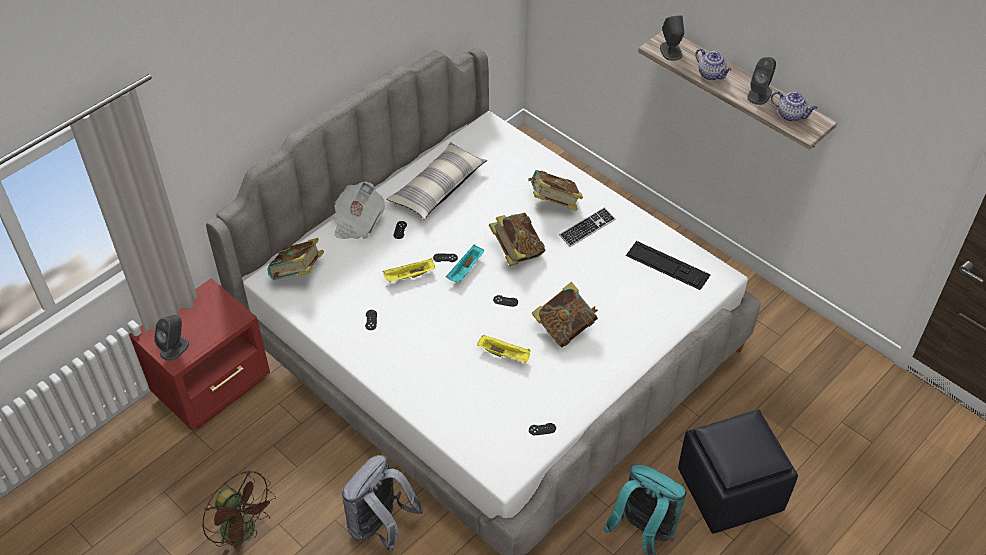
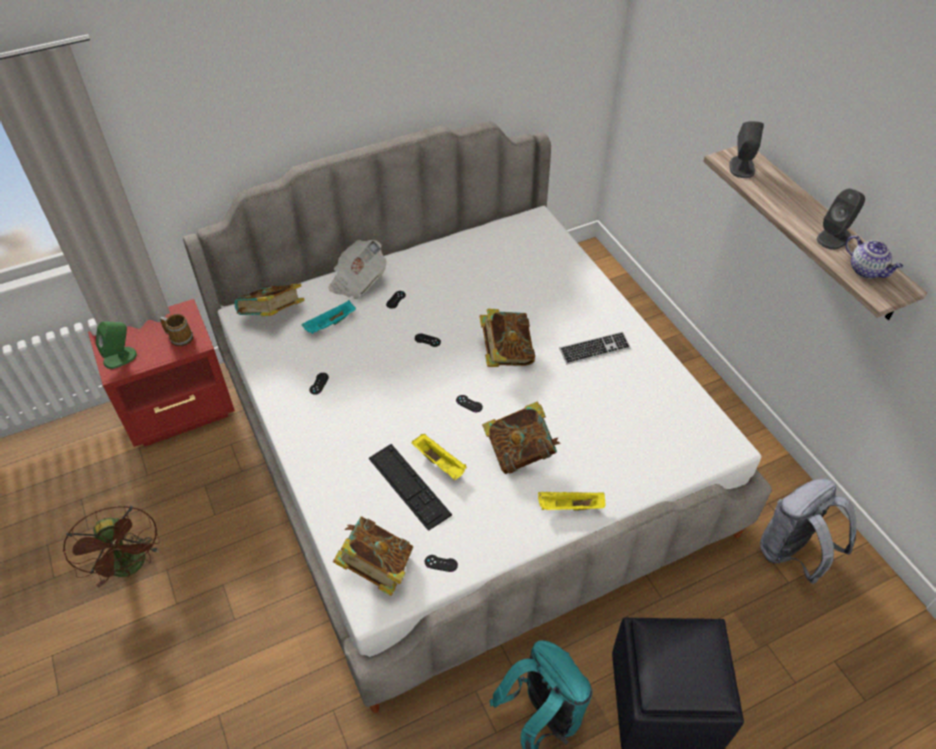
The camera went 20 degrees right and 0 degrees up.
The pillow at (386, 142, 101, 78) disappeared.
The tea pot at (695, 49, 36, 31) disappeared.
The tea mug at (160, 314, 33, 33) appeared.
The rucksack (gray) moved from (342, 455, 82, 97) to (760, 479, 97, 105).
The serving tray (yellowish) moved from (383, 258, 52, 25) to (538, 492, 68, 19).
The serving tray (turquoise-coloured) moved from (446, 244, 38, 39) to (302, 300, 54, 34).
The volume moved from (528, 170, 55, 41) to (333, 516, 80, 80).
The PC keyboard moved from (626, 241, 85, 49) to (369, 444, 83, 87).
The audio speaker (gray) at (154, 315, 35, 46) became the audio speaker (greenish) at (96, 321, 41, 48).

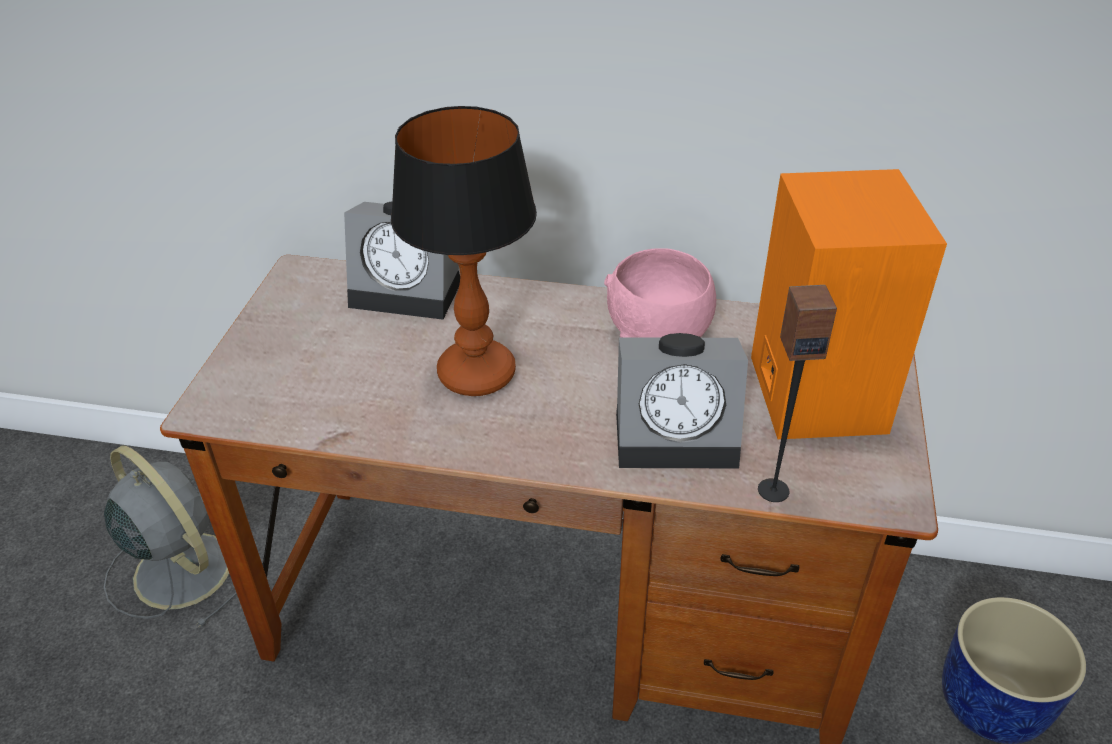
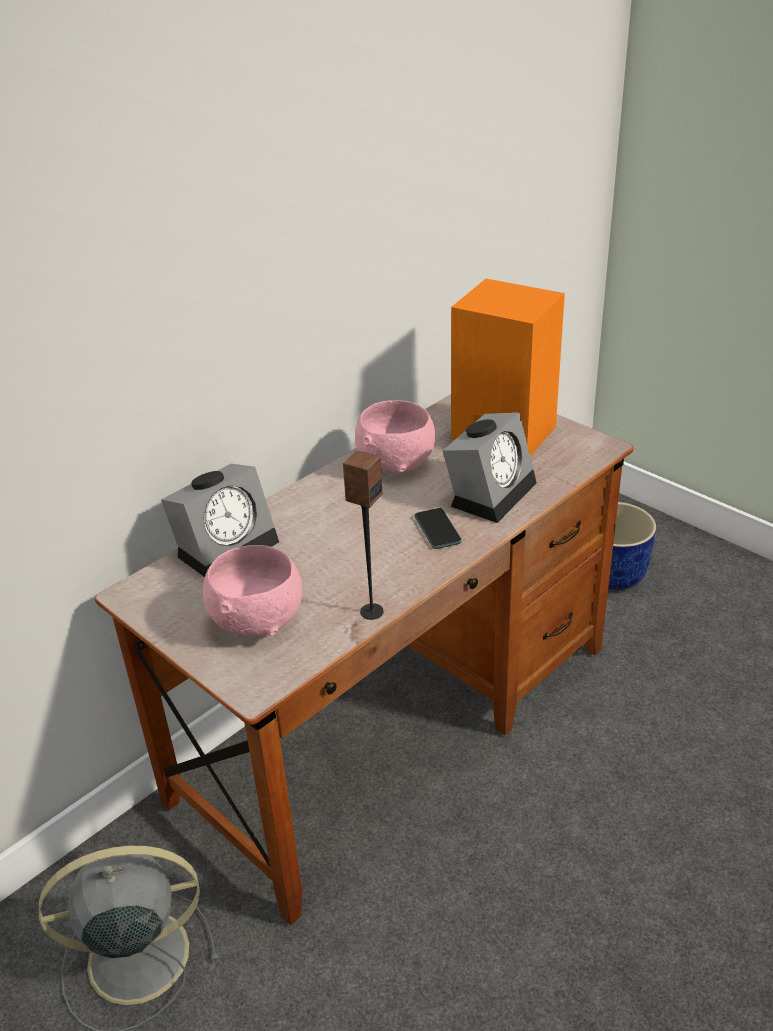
The camera went 55 degrees left and 5 degrees down.
The table lamp at (391, 106, 146, 290) disappeared.
The deep dish (pinkish) at (203, 545, 99, 92) appeared.
The handset at (414, 508, 48, 41) appeared.
The audio speaker moved from (758, 285, 79, 217) to (343, 451, 41, 169).

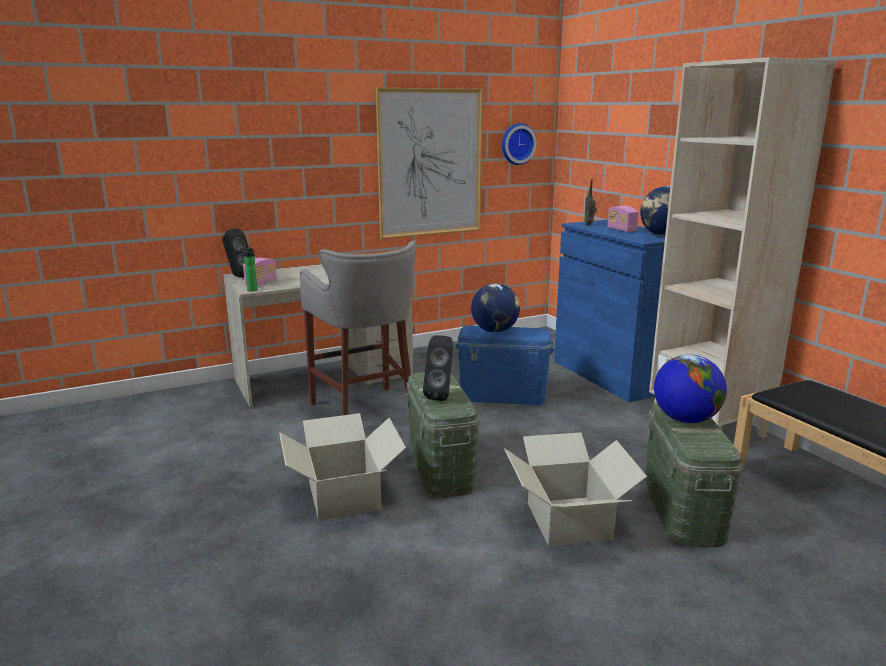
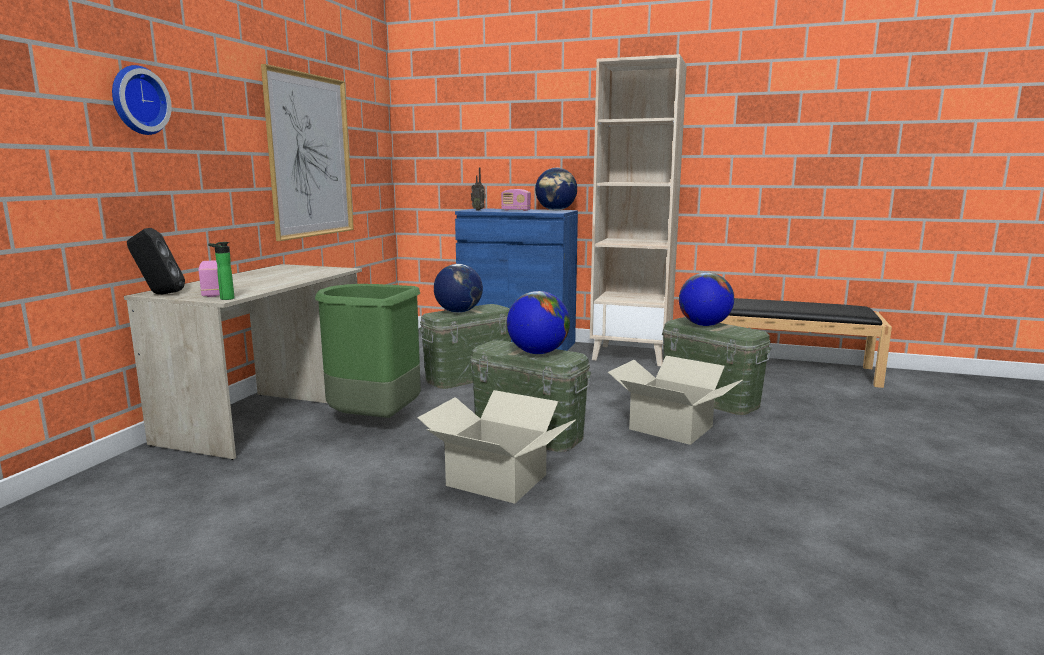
The camera went 45 degrees left and 5 degrees down.
The wall clock moved from (502, 123, 35, 42) to (112, 65, 60, 70).
The stool (gray) at (300, 240, 116, 176) was replaced by the trash can (greenish) at (315, 284, 106, 134).
The audio speaker (blackish) at (423, 335, 30, 66) was replaced by the globe at (507, 291, 63, 63).
The storage bin (blue-coloured) at (455, 325, 99, 80) became the storage bin (greenish) at (419, 304, 92, 85).

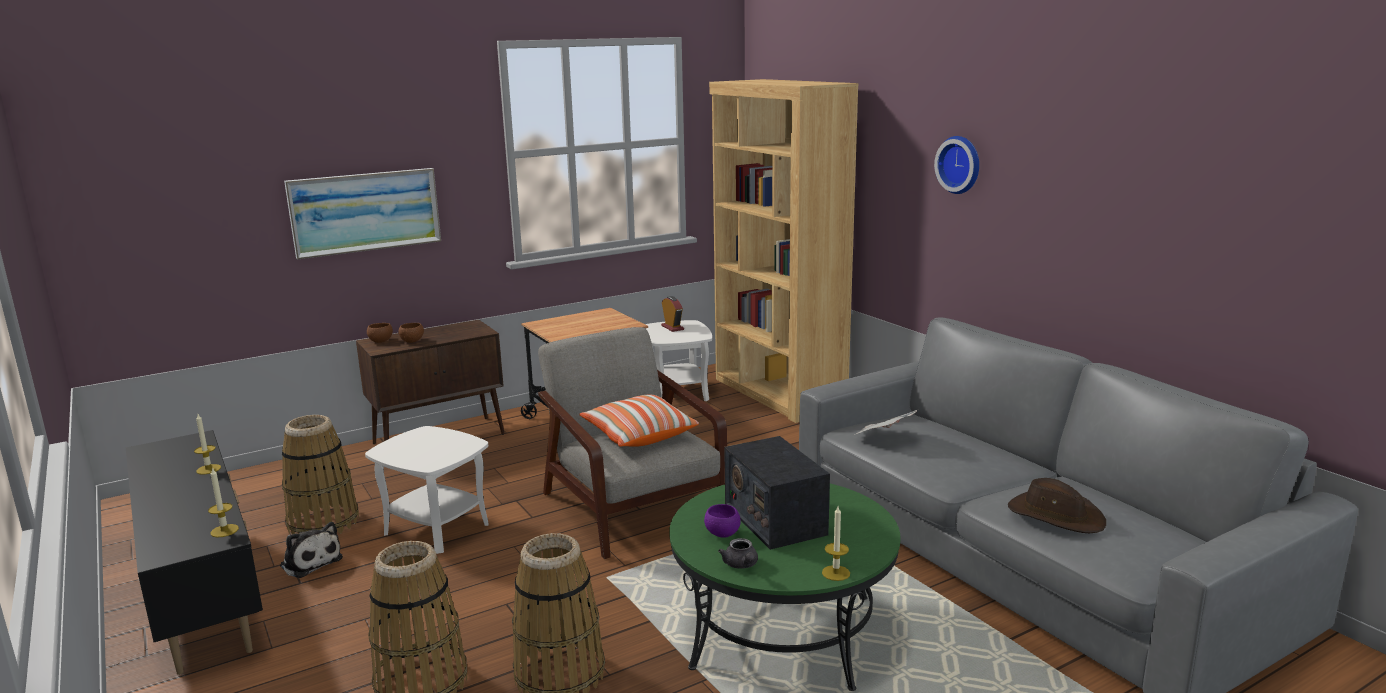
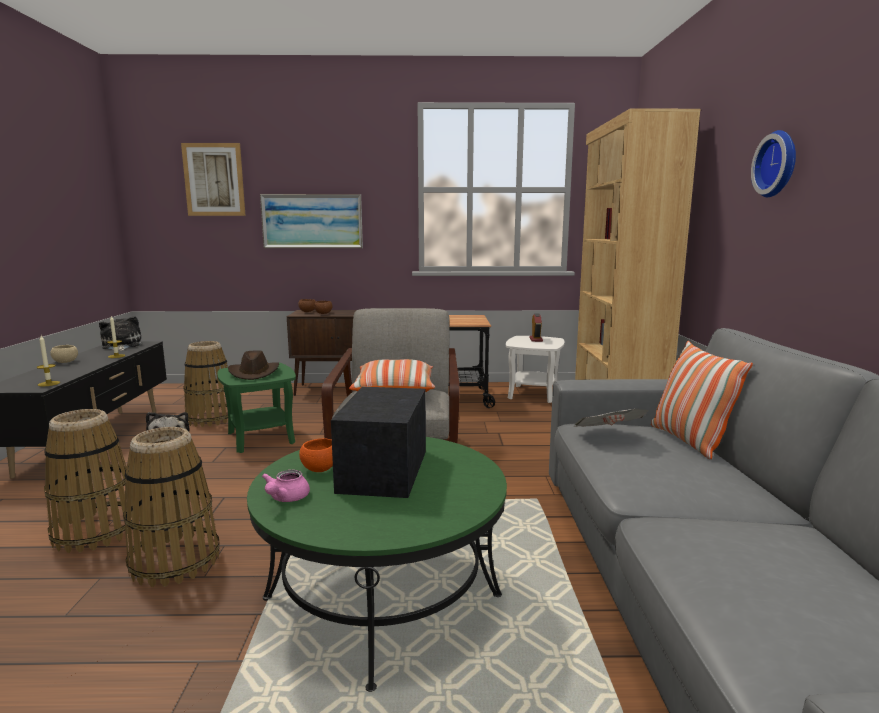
The camera went 30 degrees right and 5 degrees down.
The candle at (822, 506, 28, 75) disappeared.
The deep dish (sand-coloured) at (50, 345, 28, 18) appeared.
The plush toy at (99, 316, 43, 35) appeared.
The wall art at (181, 143, 65, 73) appeared.
The pillow at (651, 341, 102, 118) appeared.
The wearable hat (brownish) moved from (1008, 478, 98, 55) to (228, 350, 51, 30).
The side table (white) at (365, 426, 124, 128) became the side table (greenish) at (217, 363, 79, 90).
The deep dish (purple) at (704, 504, 37, 34) became the deep dish (orange) at (299, 438, 34, 34).
The tea pot (gray) at (718, 538, 40, 31) became the tea pot (pinkish) at (262, 470, 48, 32).

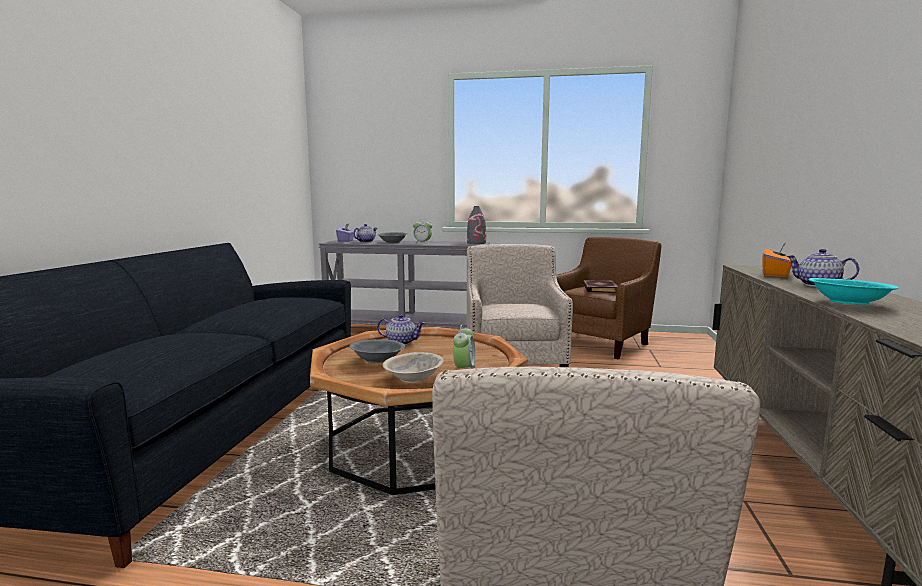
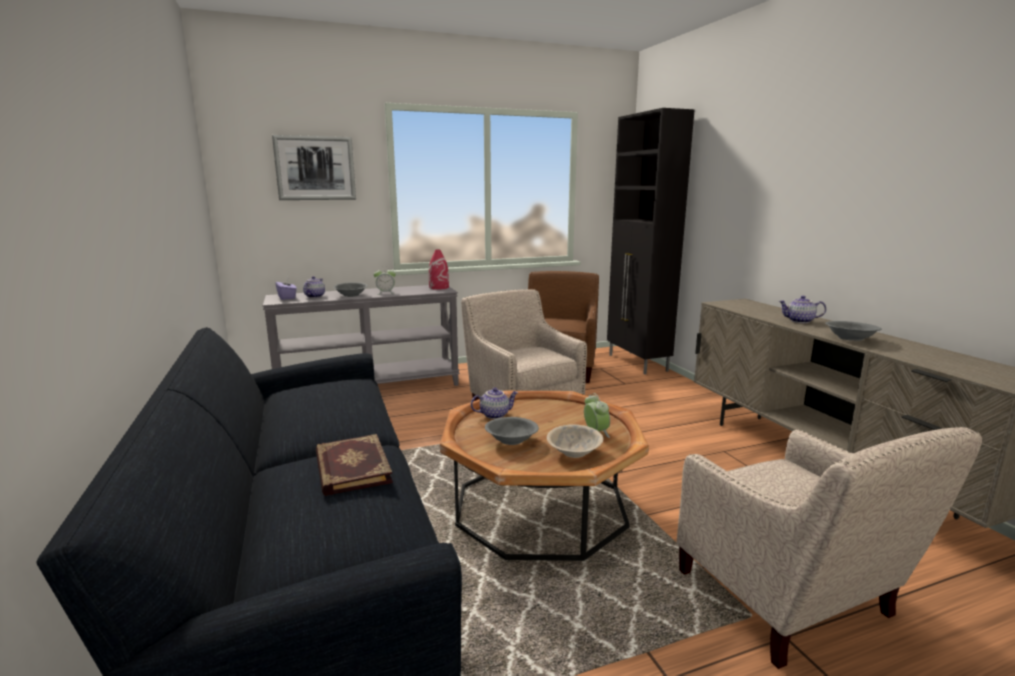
The camera went 30 degrees left and 5 degrees up.
The tissue holder (orange) at (762, 244, 30, 33) disappeared.
The wall art at (272, 135, 84, 65) appeared.
The cupboard (blackish) at (607, 108, 88, 267) appeared.
The volume moved from (583, 280, 35, 13) to (316, 434, 77, 62).
The vase (gray) at (467, 206, 19, 38) became the vase (red-coloured) at (429, 249, 20, 41).
The deep dish (turquoise-coloured) at (809, 278, 90, 27) became the deep dish (gray) at (825, 321, 57, 20).

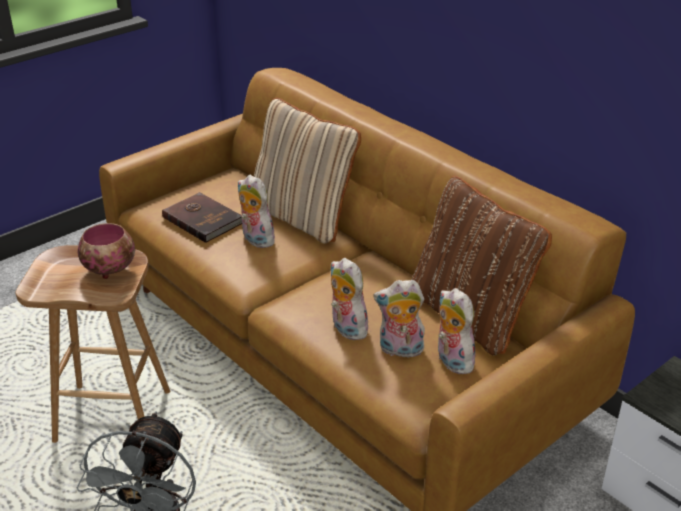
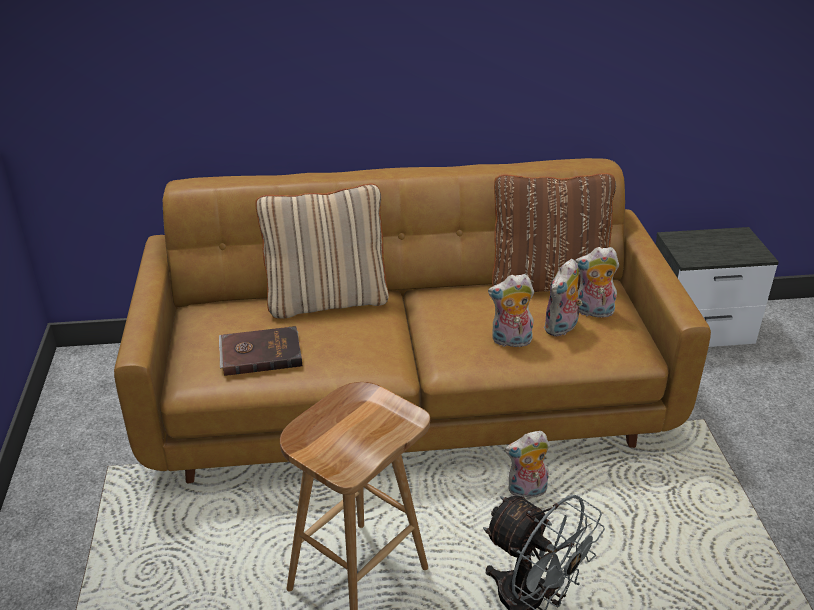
The camera went 55 degrees left and 0 degrees up.
The deep dish at (78, 223, 57, 56) disappeared.
The plush toy moved from (238, 175, 39, 73) to (505, 431, 45, 67).

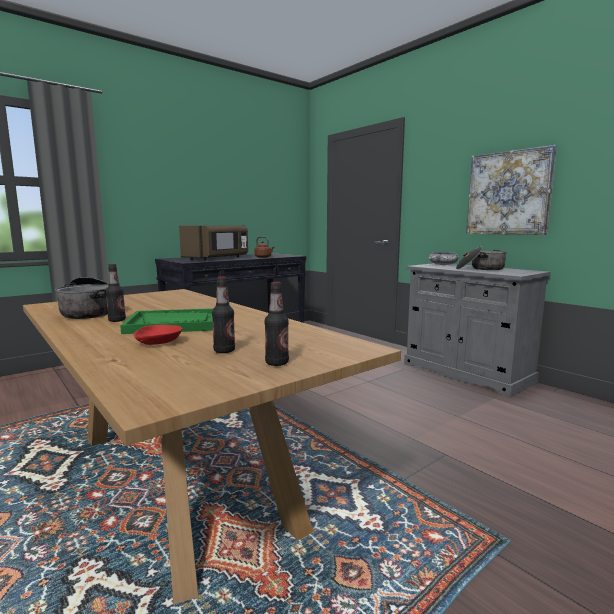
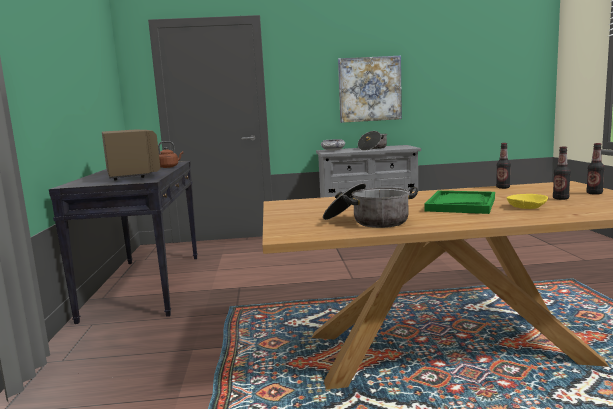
The camera went 55 degrees left and 0 degrees up.
The beverage bottle moved from (106, 264, 20, 58) to (496, 143, 15, 46).
The deep dish (red-coloured) at (134, 325, 48, 20) became the deep dish (yellowish) at (507, 194, 41, 15).

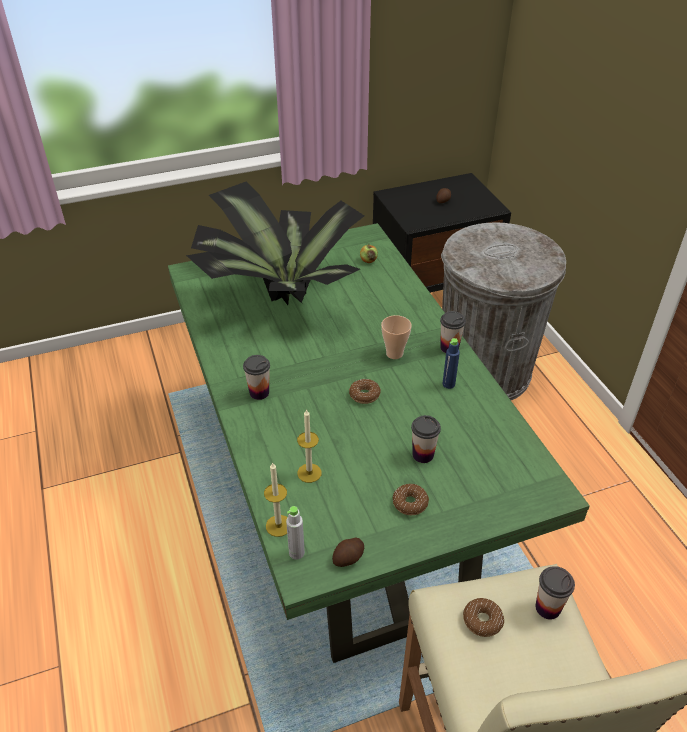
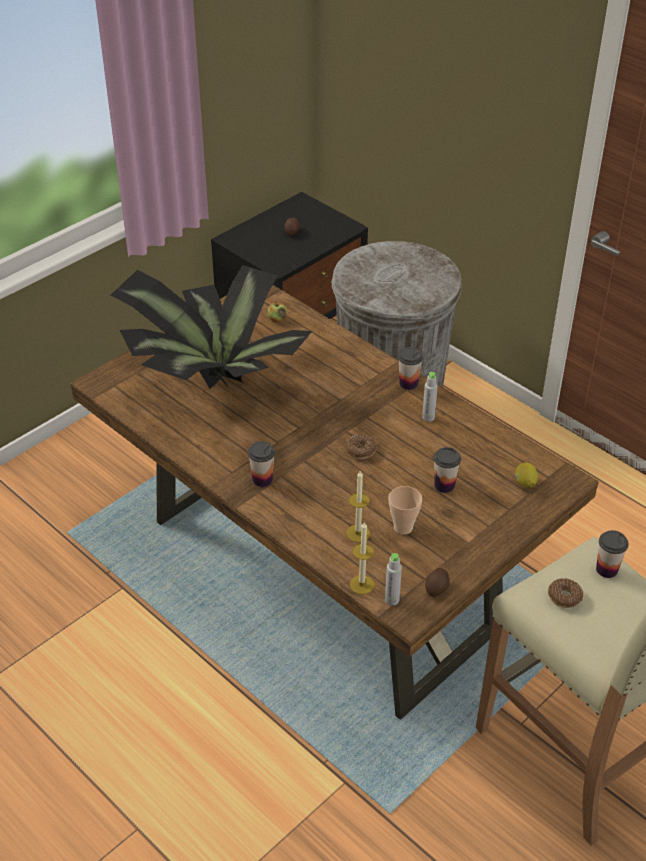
The camera went 25 degrees left and 0 degrees up.
The ring doughnut at (392, 484, 37, 31) disappeared.
The whole lemon at (515, 463, 23, 24) appeared.
The cup moved from (381, 315, 31, 44) to (388, 486, 34, 49).
The dining table (greenish) at (168, 223, 422, 440) became the dining table (brownish) at (70, 285, 529, 435).
The beverage bottle (blue-coloured) at (442, 338, 18, 51) became the beverage bottle (gray) at (422, 372, 16, 50).

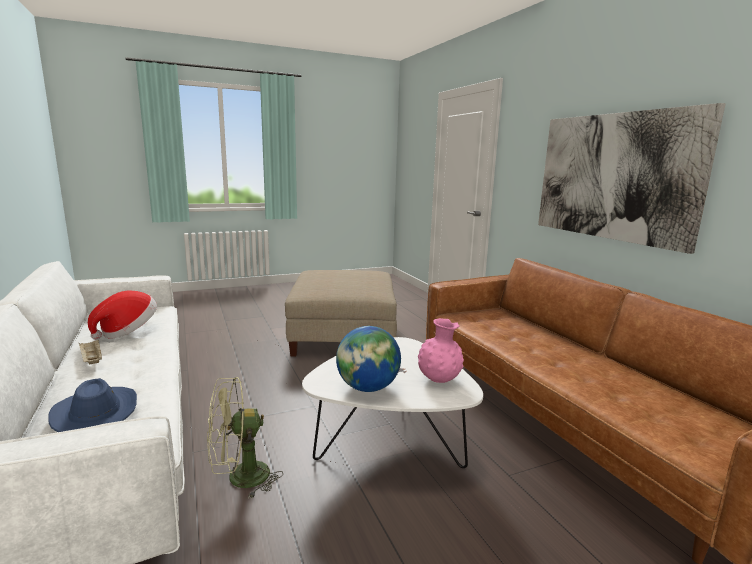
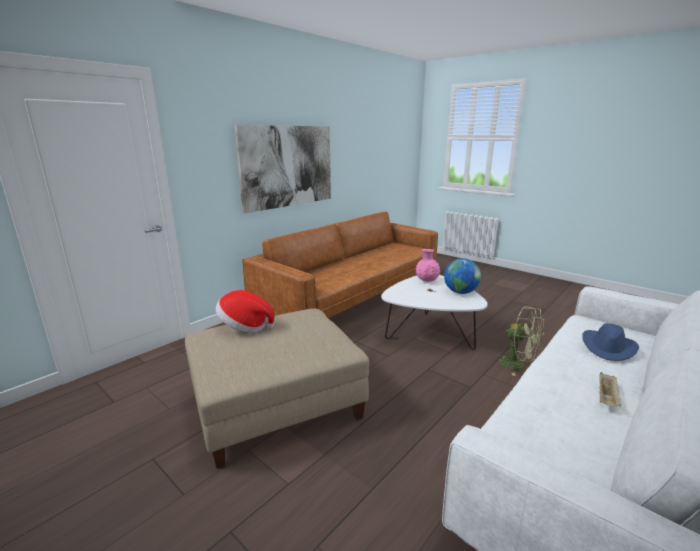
The camera went 115 degrees left and 5 degrees up.
The wearable hat moved from (88, 290, 69, 50) to (216, 290, 59, 43).

